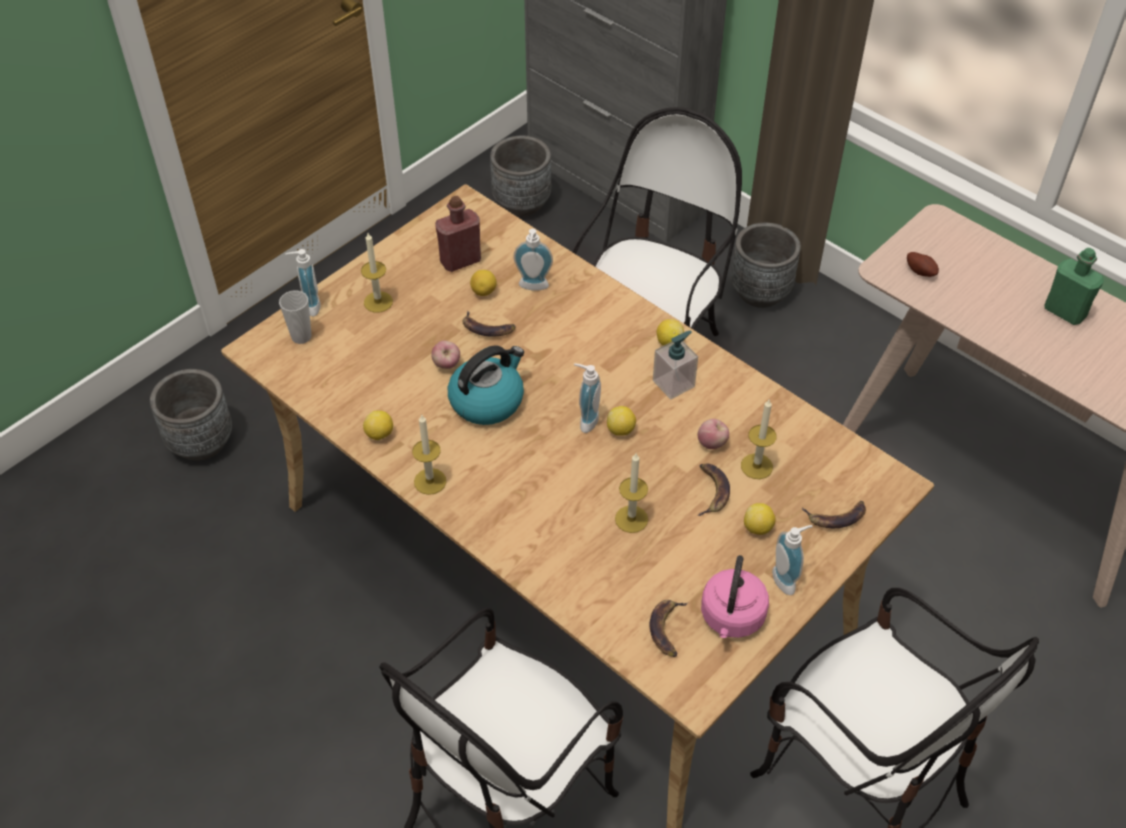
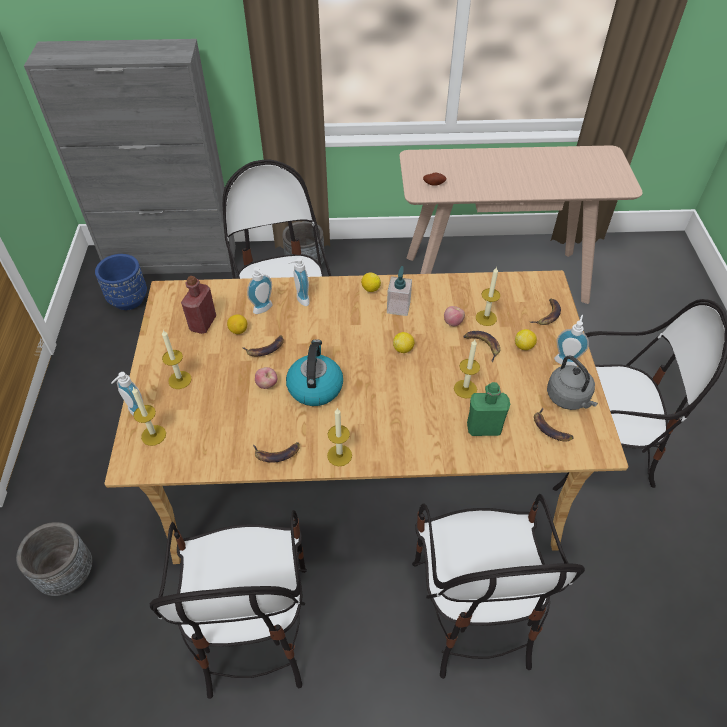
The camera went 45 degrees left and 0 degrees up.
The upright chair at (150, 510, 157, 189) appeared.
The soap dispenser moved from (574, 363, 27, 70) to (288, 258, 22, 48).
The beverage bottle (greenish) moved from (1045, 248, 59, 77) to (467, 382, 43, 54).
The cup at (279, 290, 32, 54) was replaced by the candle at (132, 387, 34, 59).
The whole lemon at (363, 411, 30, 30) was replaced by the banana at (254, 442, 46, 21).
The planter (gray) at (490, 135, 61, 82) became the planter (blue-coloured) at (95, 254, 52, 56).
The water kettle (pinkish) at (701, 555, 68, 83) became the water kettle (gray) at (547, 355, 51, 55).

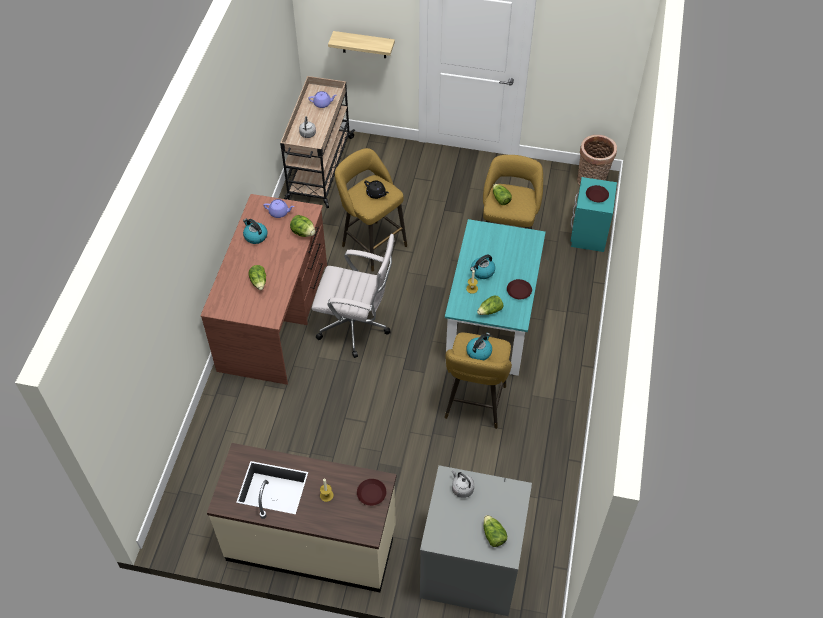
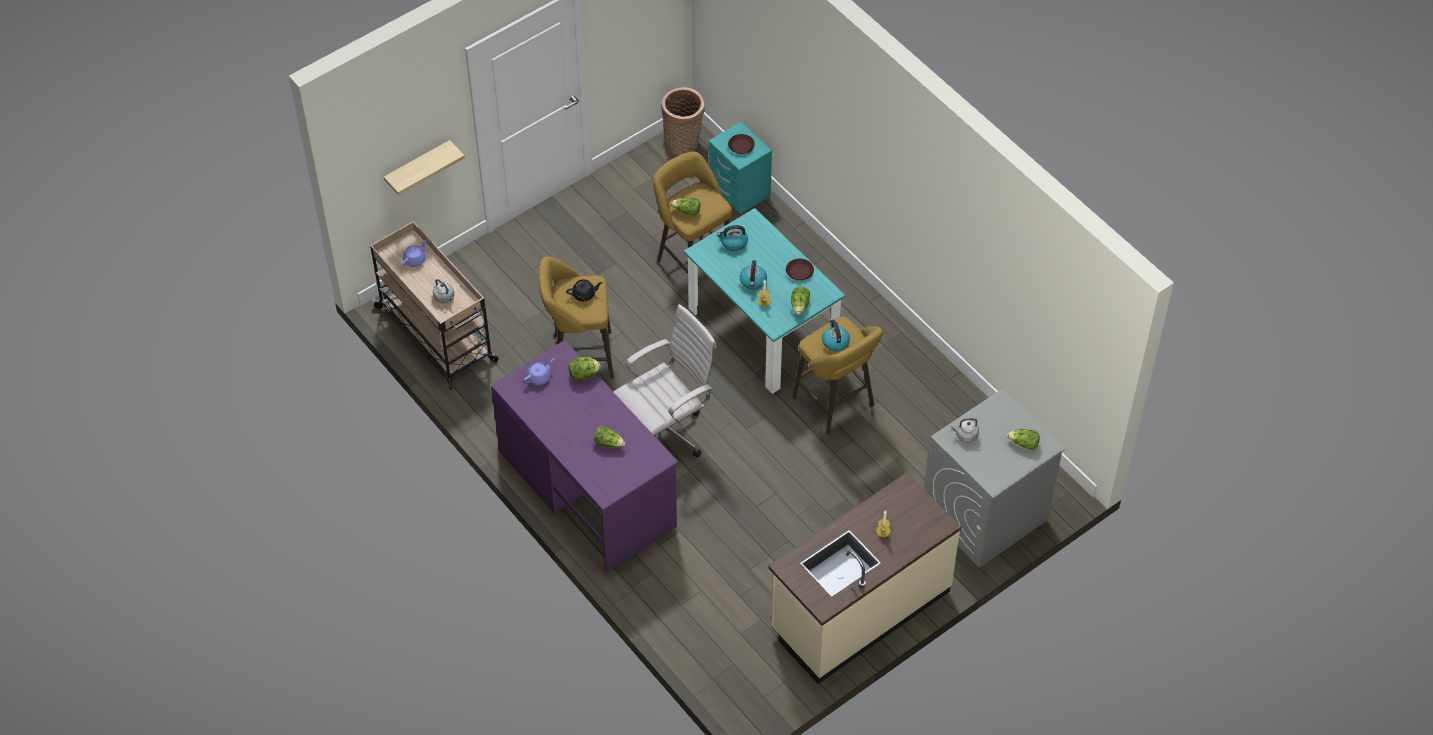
The camera went 50 degrees left and 0 degrees up.
The dinner plate (brownish) at (357, 479, 29, 27) disappeared.
The water kettle moved from (243, 219, 25, 25) to (717, 225, 31, 26).
The desk table (brownish) at (200, 194, 127, 191) became the desk table (purple) at (491, 340, 187, 233).

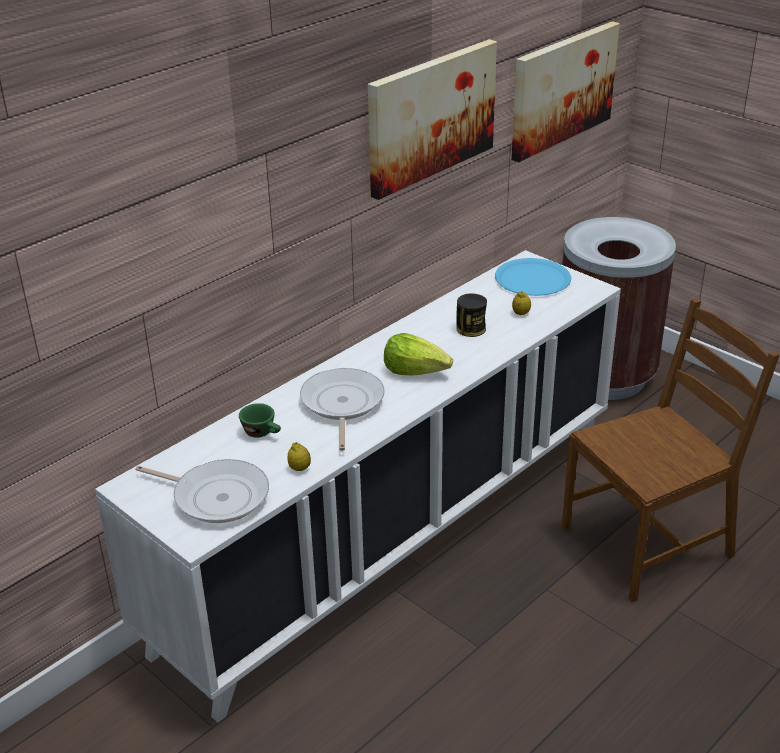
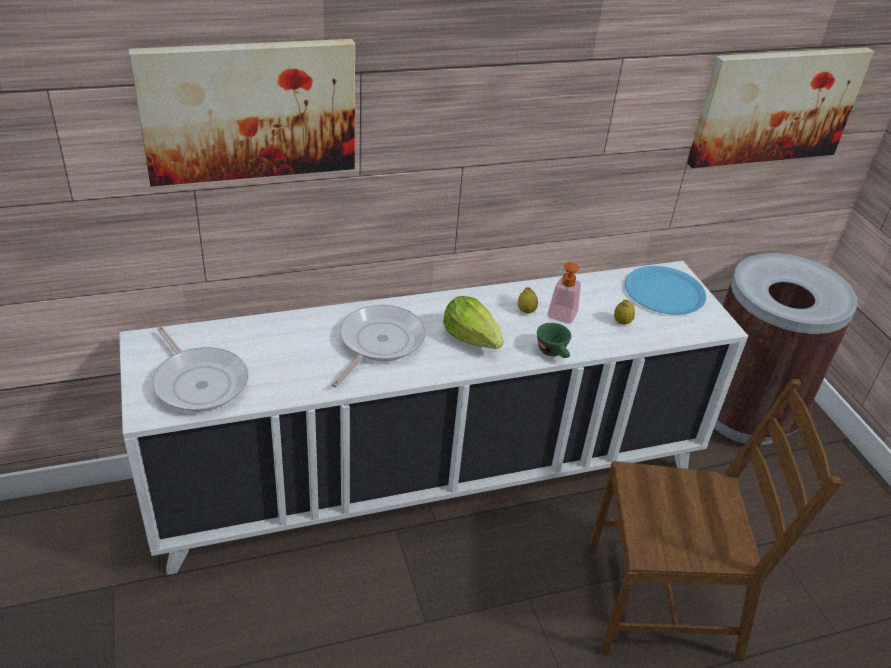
The camera went 25 degrees right and 5 degrees up.
The cup (greenish) moved from (239, 403, 42, 35) to (537, 323, 34, 35).
The whole lemon moved from (287, 442, 24, 29) to (518, 287, 20, 26).
The wall art moved from (368, 39, 129, 161) to (129, 39, 226, 147).
The sealed can at (457, 293, 30, 44) was replaced by the soap dispenser at (547, 262, 34, 62).

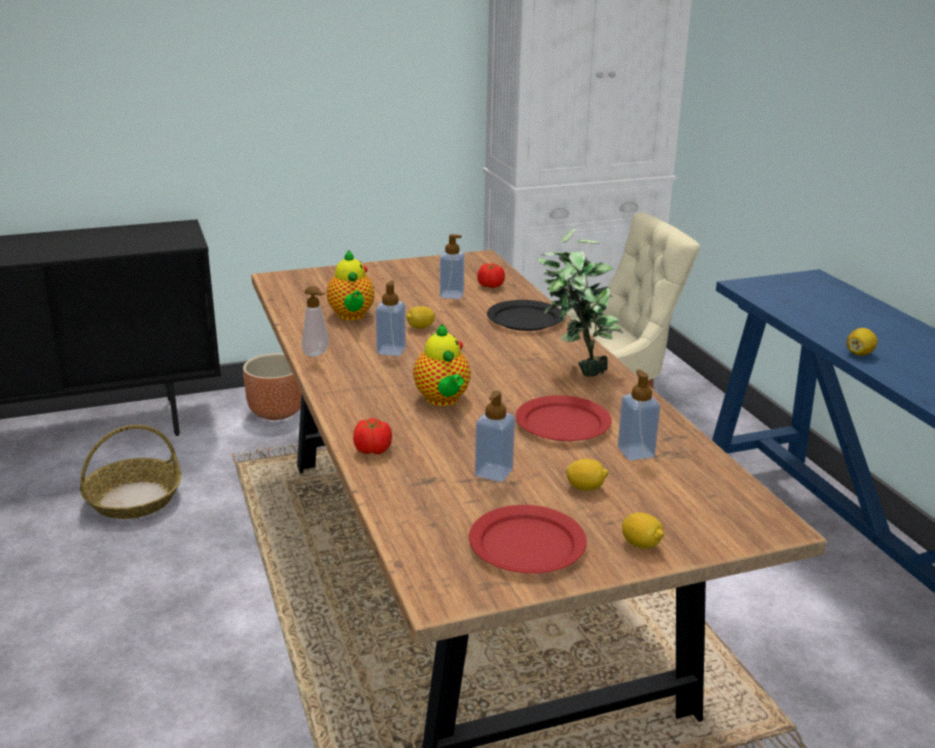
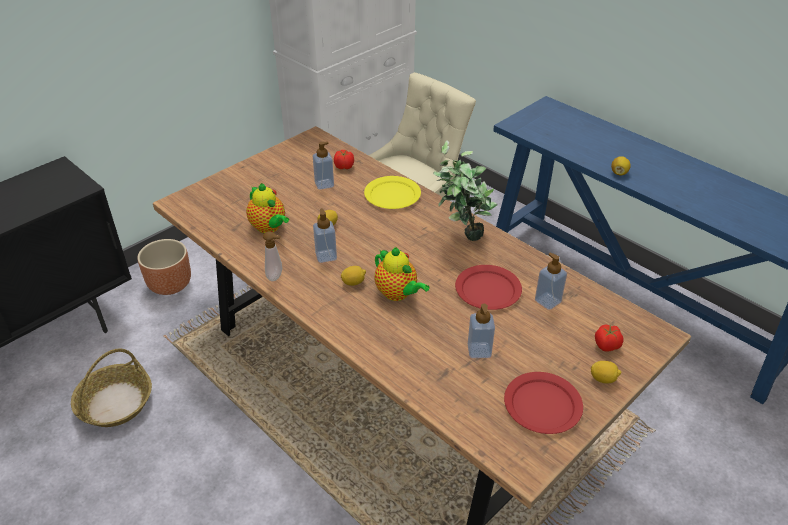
The camera went 25 degrees left and 15 degrees up.
The fresh tomato moved from (353, 418, 39, 36) to (595, 325, 29, 27).
The whole lemon moved from (566, 459, 43, 32) to (341, 266, 25, 20).
The dinner plate (blackish) at (487, 300, 75, 31) became the dinner plate (yellowish) at (364, 176, 57, 33).

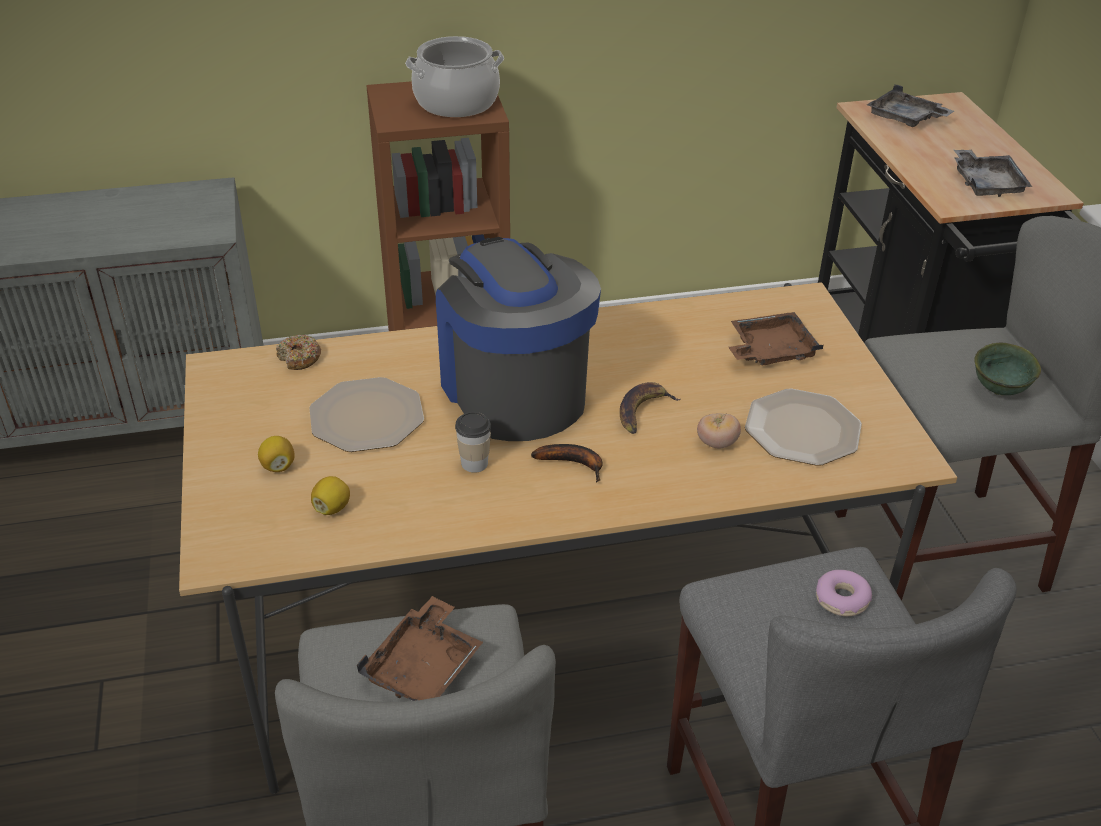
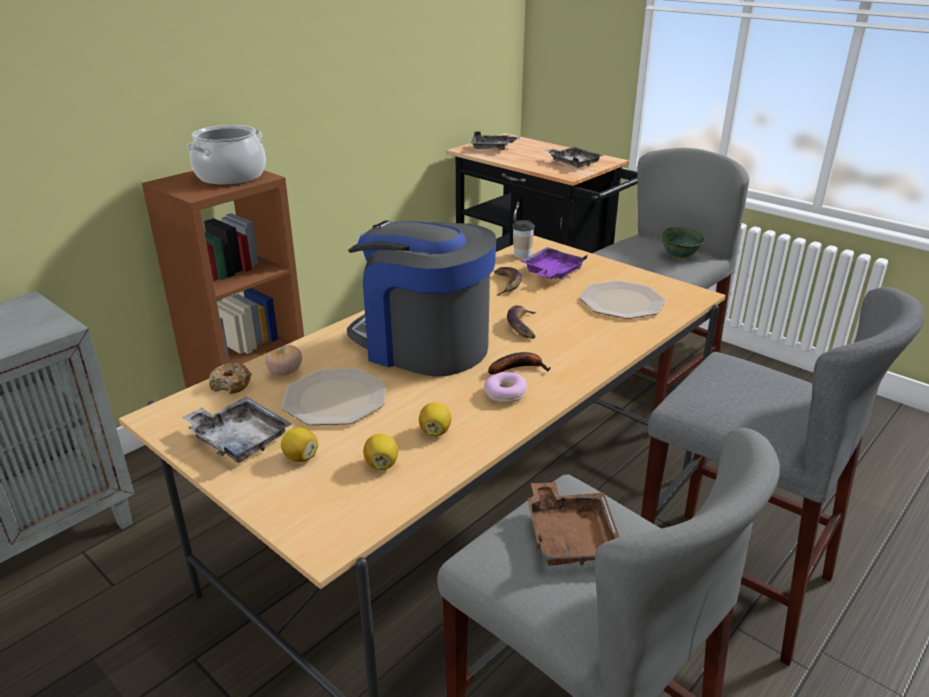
The camera went 35 degrees left and 10 degrees down.
The serving tray (gray) at (182, 396, 110, 67) appeared.
The whole lemon at (419, 402, 32, 34) appeared.
The banana at (494, 267, 28, 29) appeared.
The cup moved from (455, 412, 36, 61) to (513, 220, 22, 39).
The fresh tomato moved from (697, 413, 44, 35) to (265, 345, 37, 30).
The ring doughnut moved from (816, 570, 56, 46) to (484, 372, 43, 31).
The serving tray (brownish) at (729, 312, 94, 54) became the serving tray (purple) at (520, 247, 68, 32).

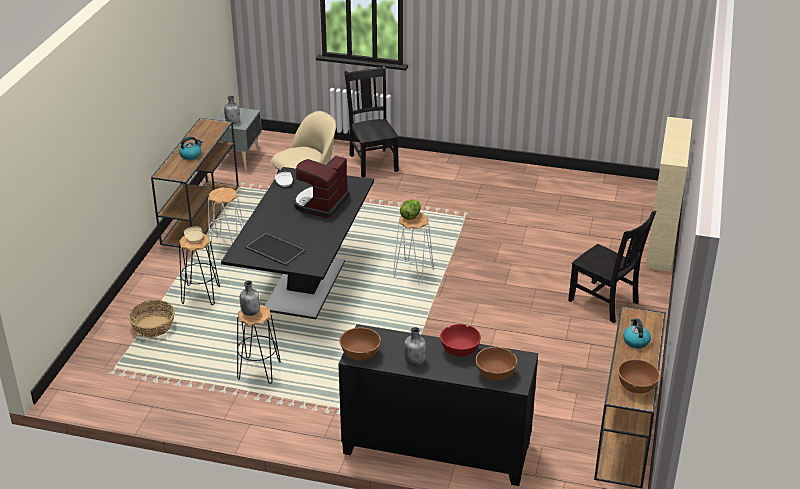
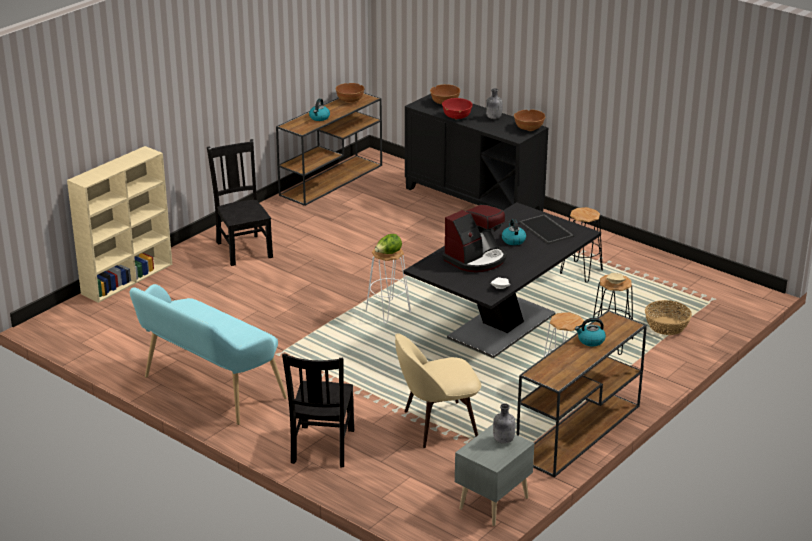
The camera went 155 degrees left and 5 degrees down.
The beverage bottle (gray) at (240, 281, 20, 35) disappeared.
The long seat (turquoise-coloured) at (130, 284, 157, 141) appeared.
The water kettle at (502, 219, 24, 26) appeared.

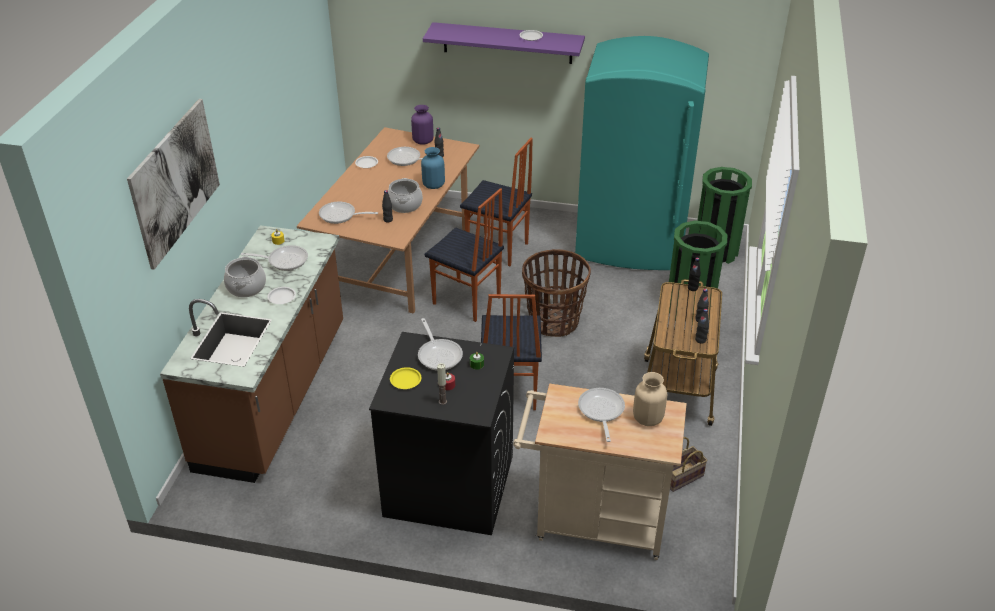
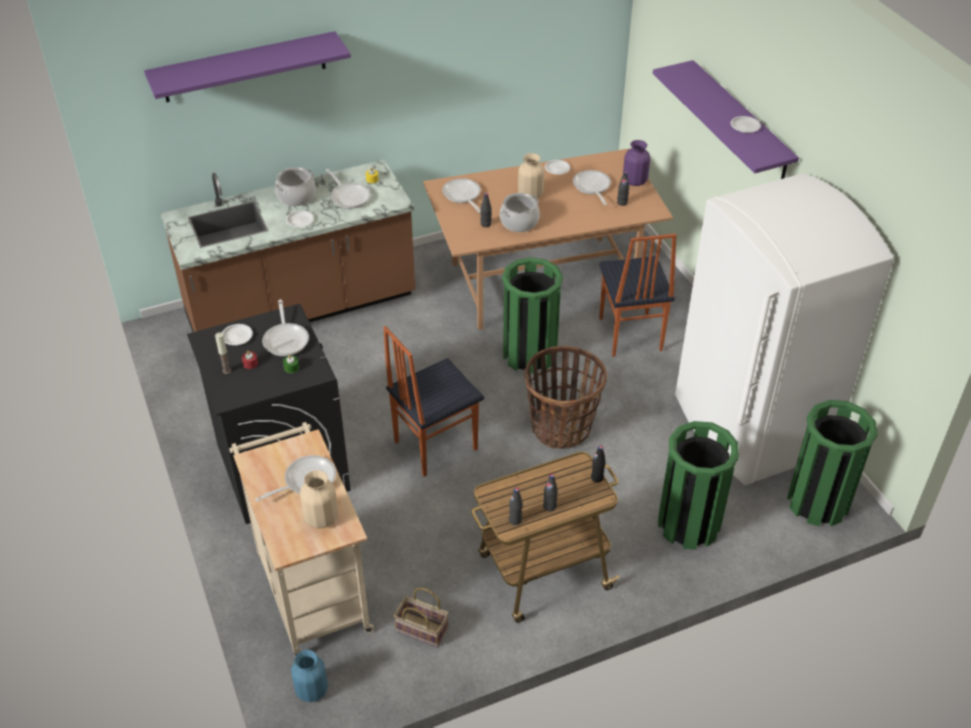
The camera went 55 degrees right and 5 degrees up.
The vase (sand-coloured) at (518, 153, 26, 46) appeared.
The vase (blue-coloured) moved from (421, 147, 24, 42) to (291, 650, 37, 52).
The wall art at (127, 99, 93, 171) was replaced by the shelf (purple) at (144, 31, 207, 71).
The upright chair at (425, 188, 79, 134) was replaced by the trash can (greenish) at (502, 257, 61, 116).
The dinner plate (yellowish) at (390, 367, 32, 22) became the dinner plate (white) at (222, 324, 31, 21).
The kitchen fridge (turquoise-coloured) at (575, 36, 134, 234) became the kitchen fridge (white) at (675, 173, 219, 312).
The frying pan at (418, 318, 45, 53) turned 45 degrees counterclockwise.

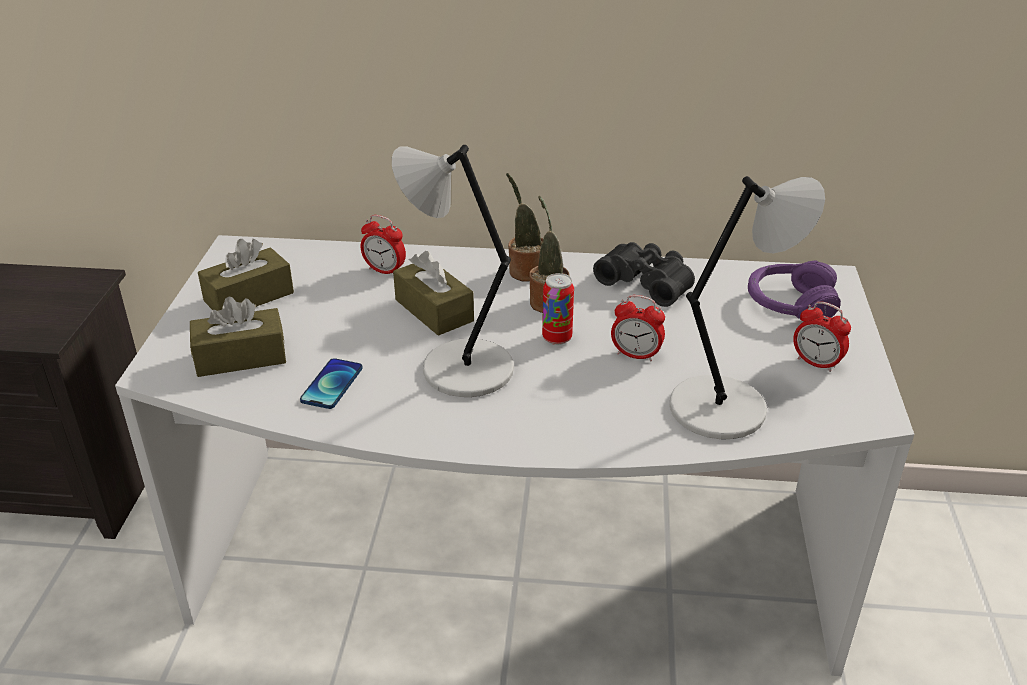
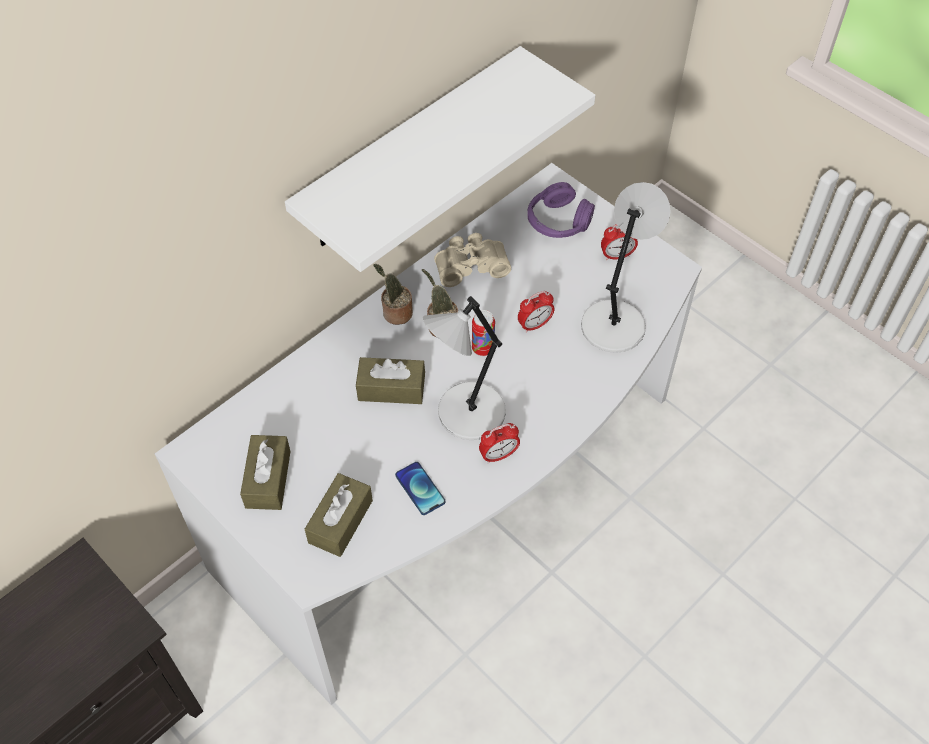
The camera went 50 degrees left and 20 degrees up.
The shelf (white) at (285, 46, 310, 226) appeared.
The bedside clock moved from (361, 215, 45, 59) to (479, 423, 41, 40).
The binoculars (blackish) at (593, 242, 102, 65) became the binoculars (sand-coloured) at (434, 233, 77, 54).

